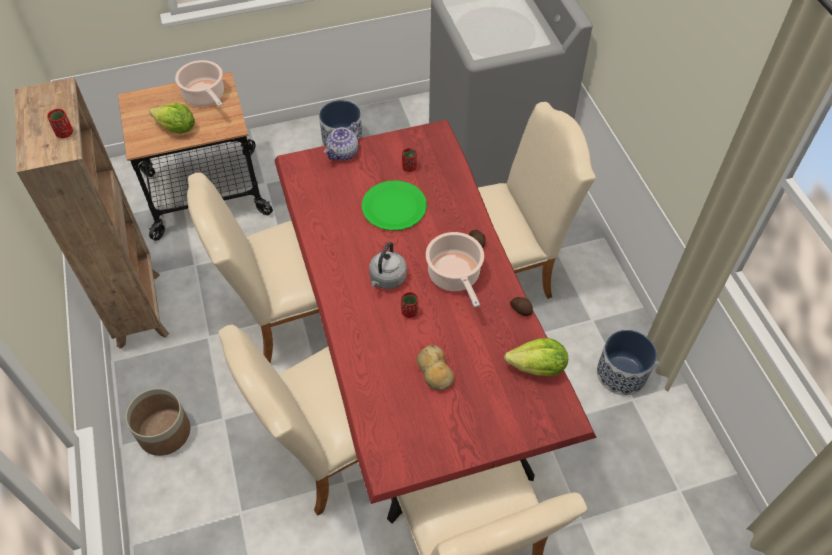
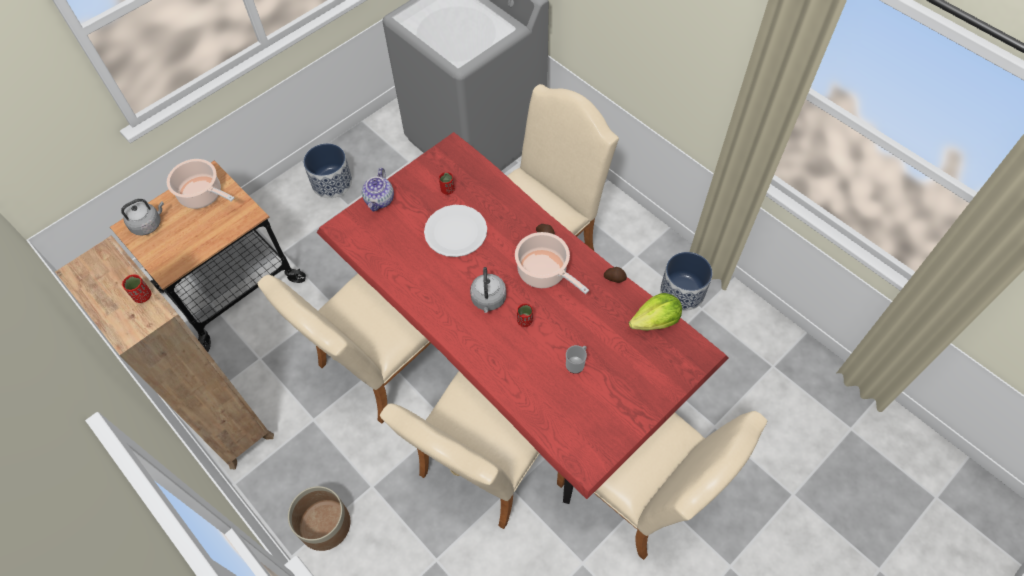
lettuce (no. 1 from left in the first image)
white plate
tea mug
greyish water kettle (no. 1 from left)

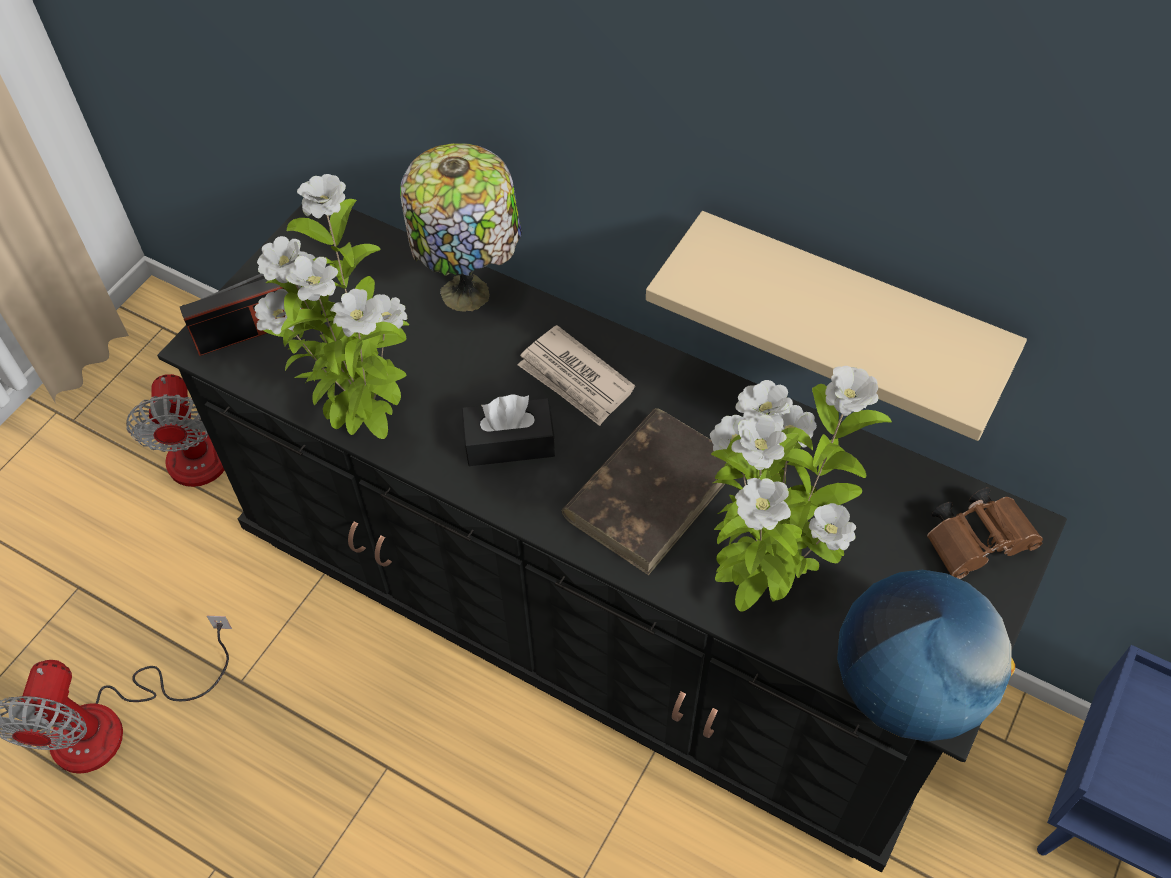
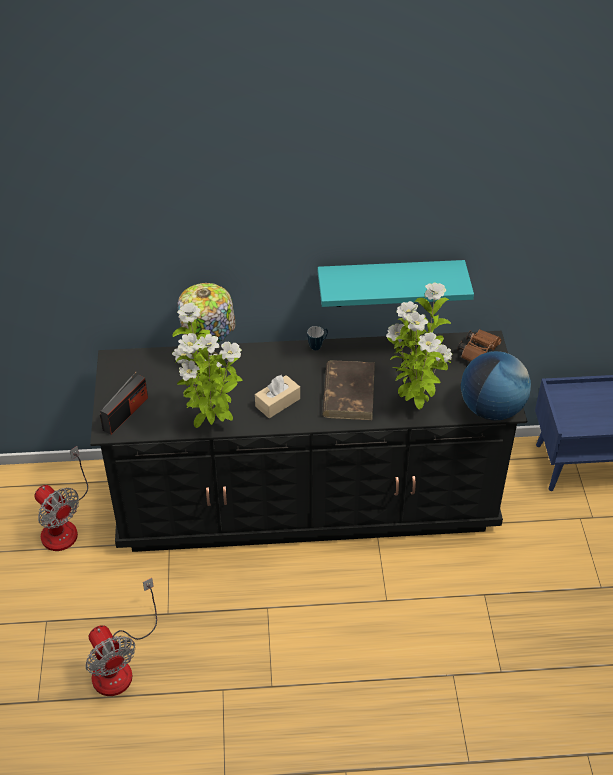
beige-coloured tissue box
printed paper
turquoise wall shelf
tea mug

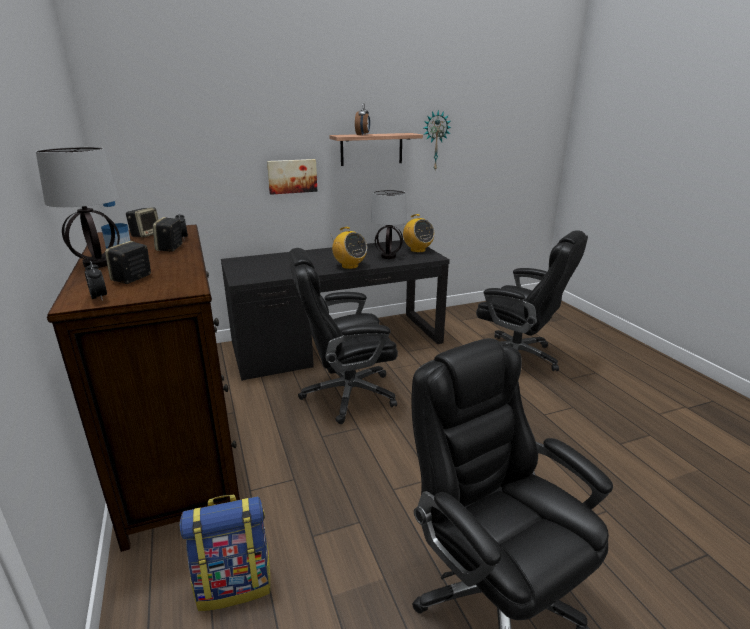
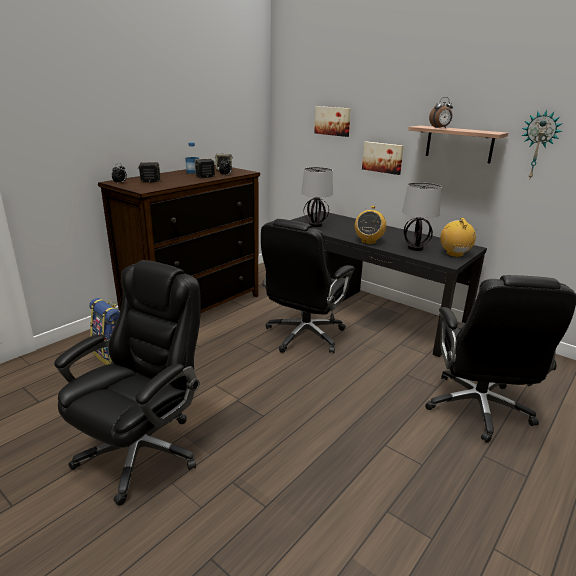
lamp for a table (no. 1 from left)
black desk chair (no. 2 from left)
radio set (no. 2 from left)
wall art (no. 1 from left)

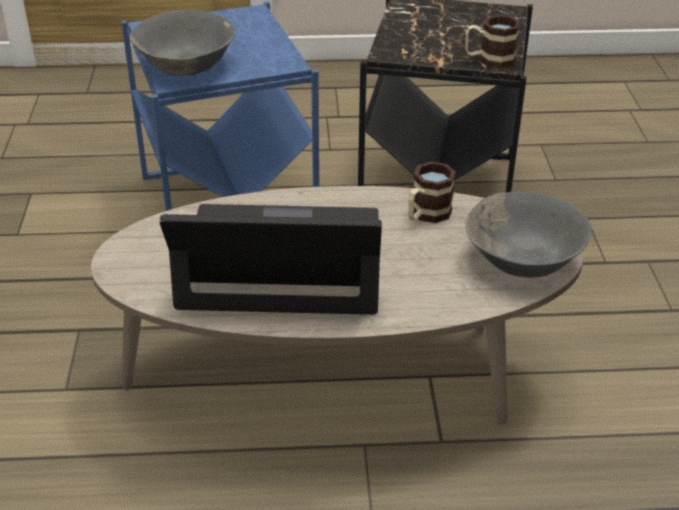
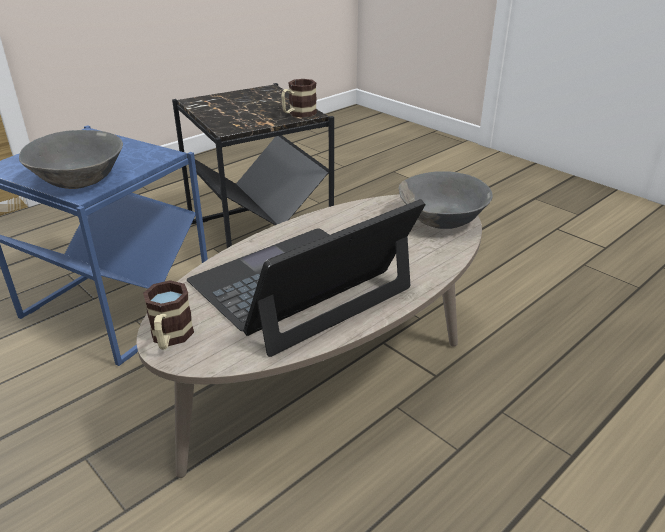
tea mug (no. 1 from left)

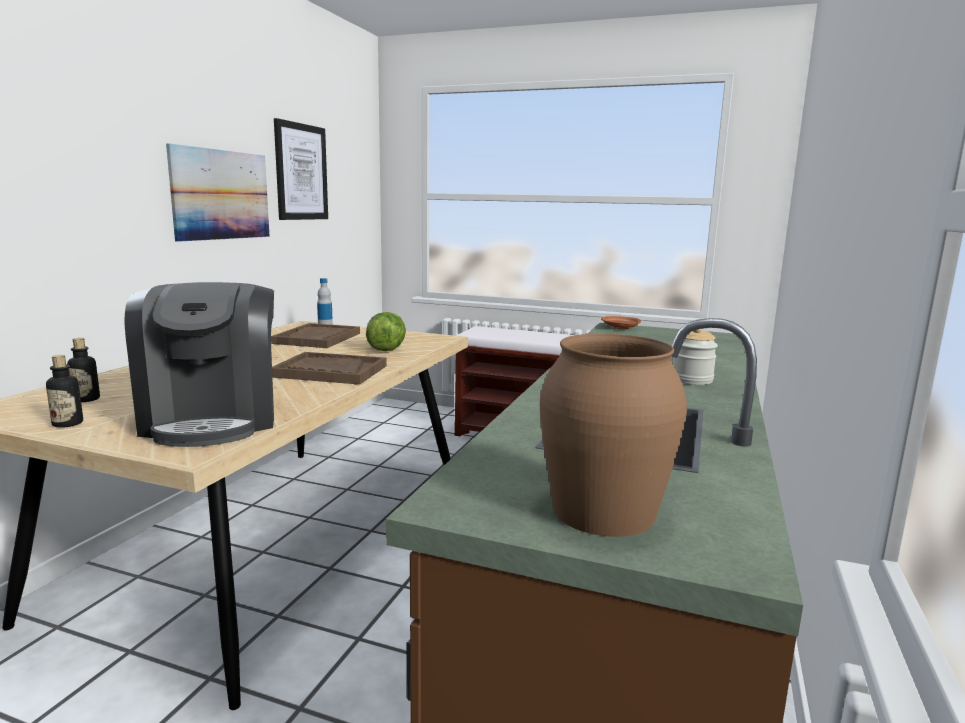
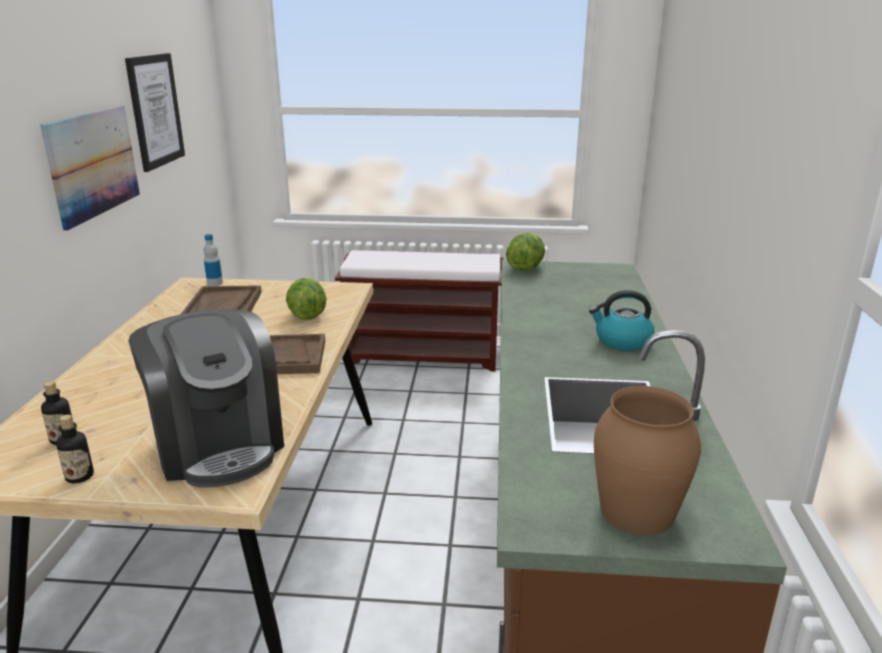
lettuce (no. 2 from left)
water kettle

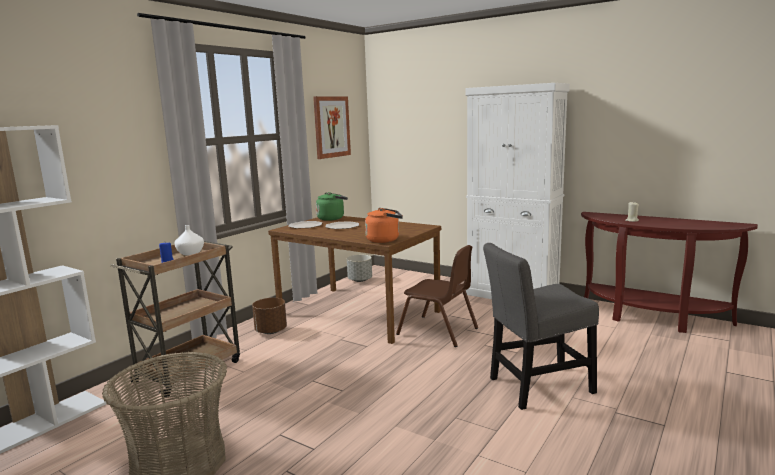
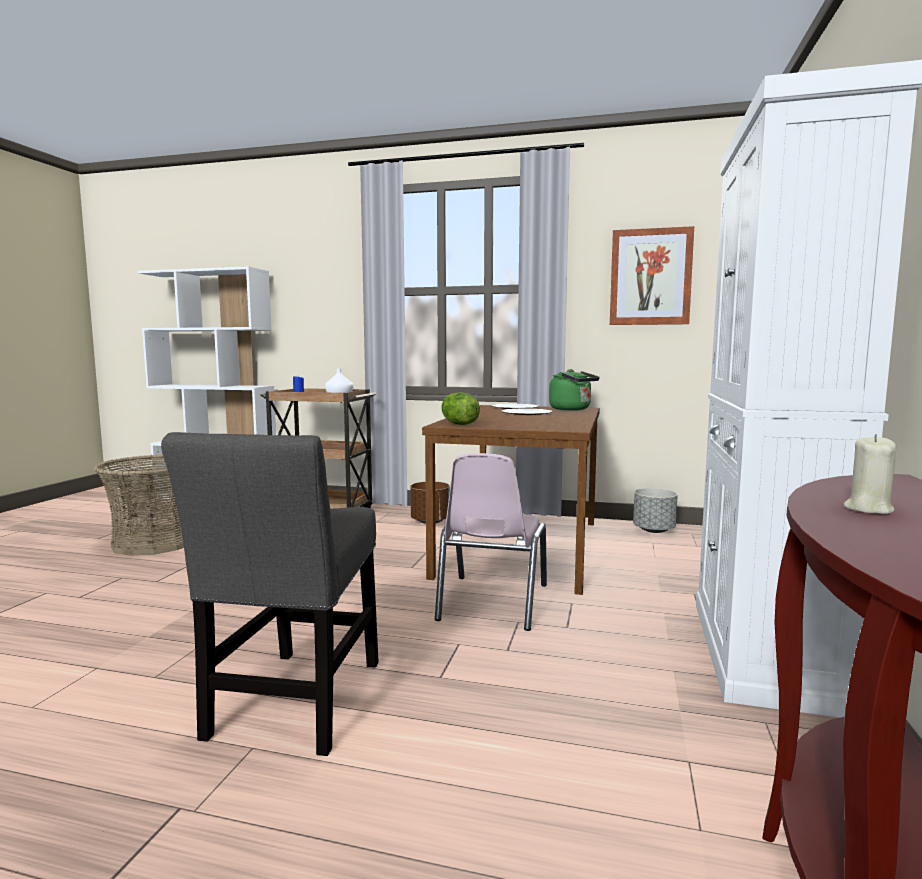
lettuce
pinkish plain chair
greyish plain chair

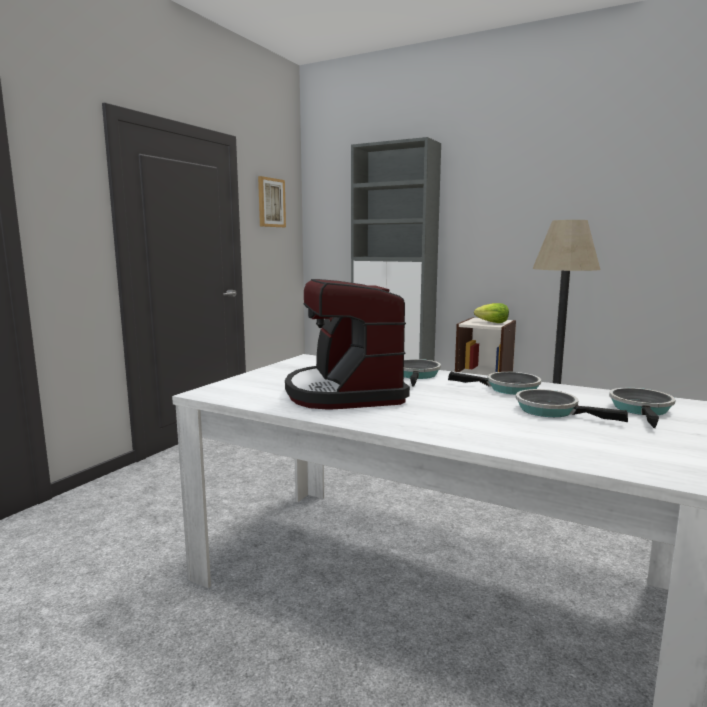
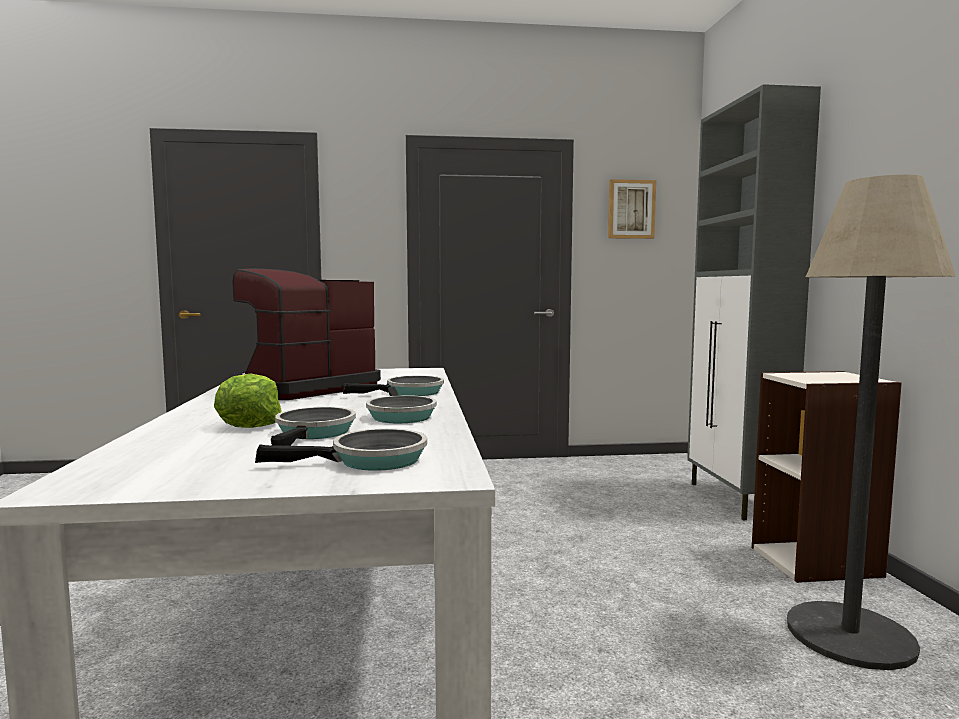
lettuce

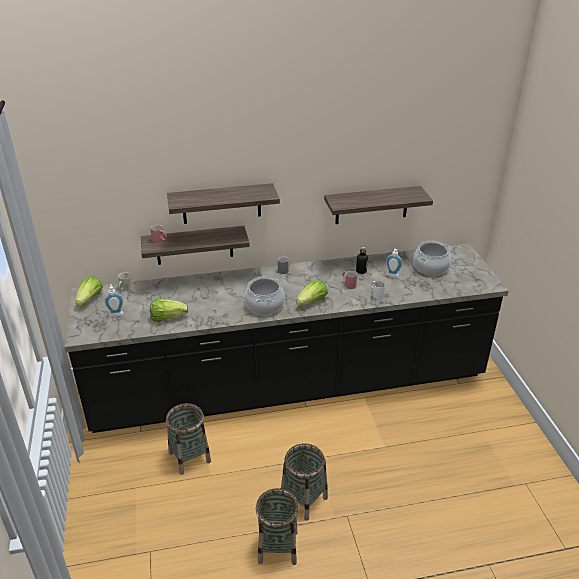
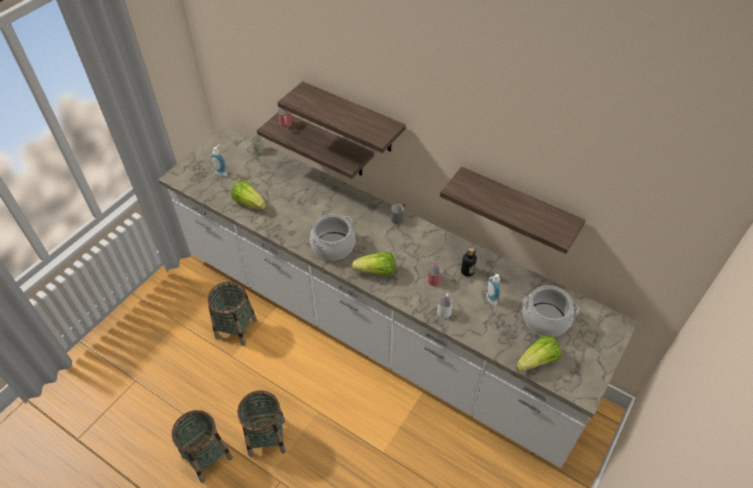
white counter
lettuce (no. 3 from left)

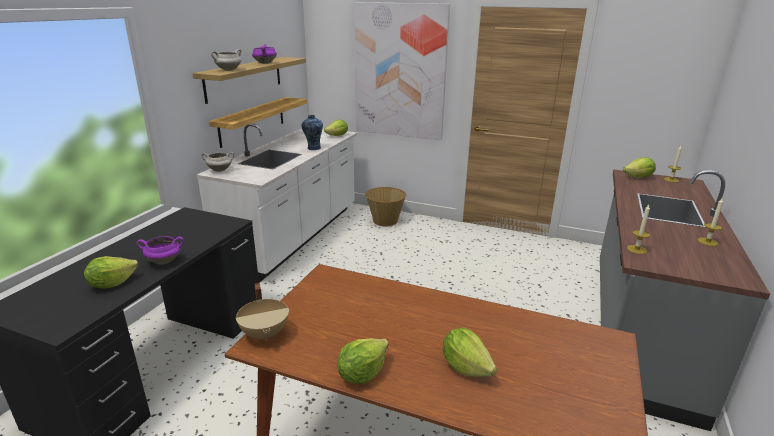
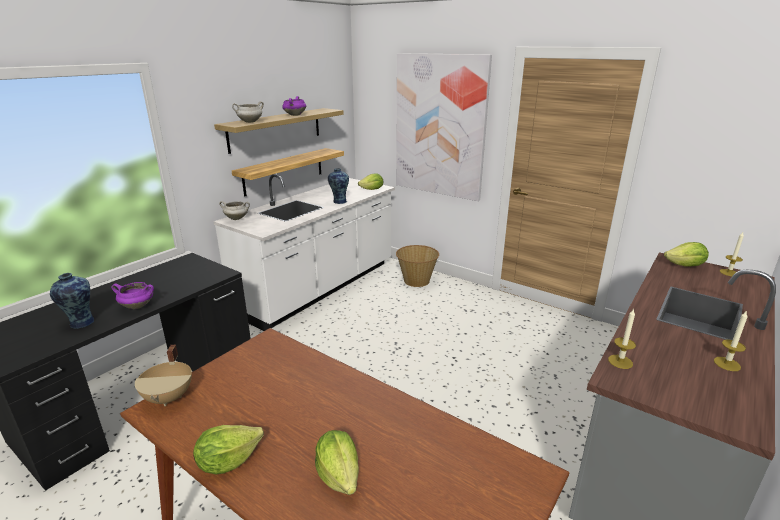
decorative vase (no. 1 from left)

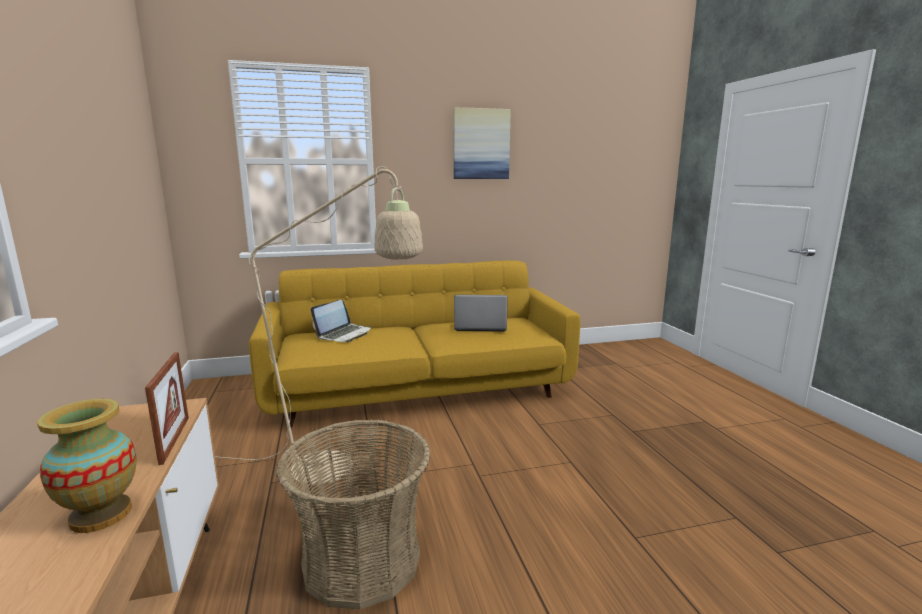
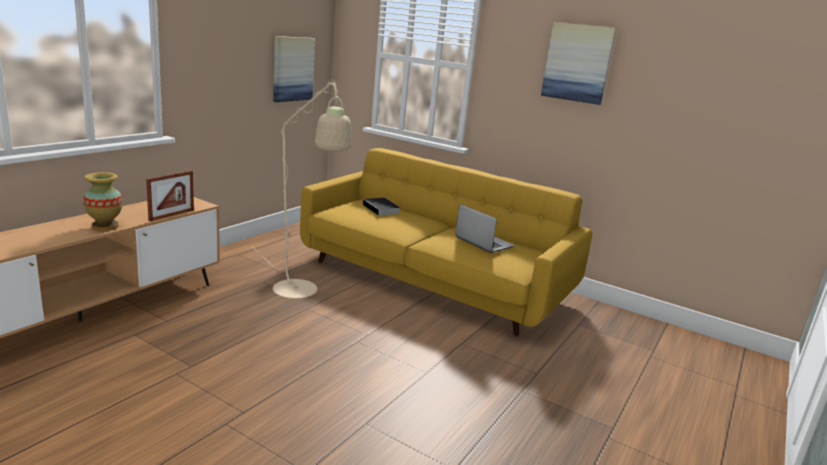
storage basket
book
wall art (no. 1 from left)

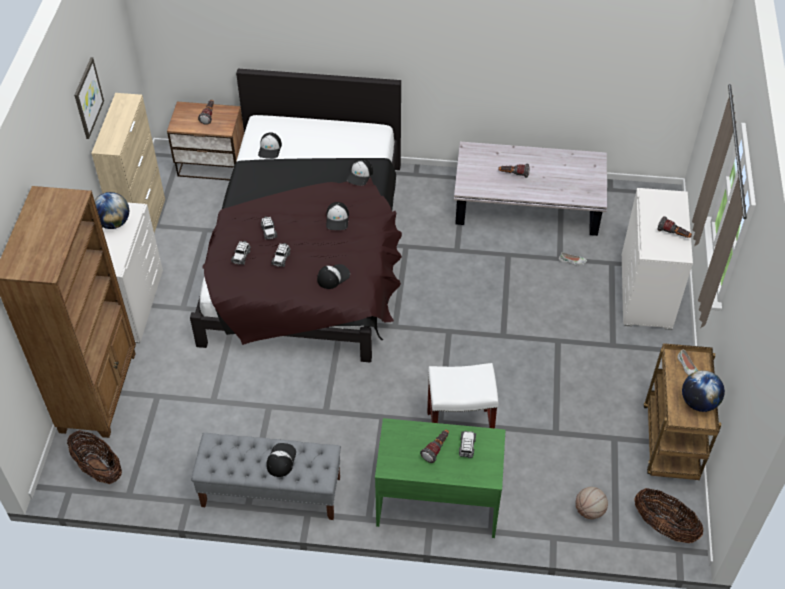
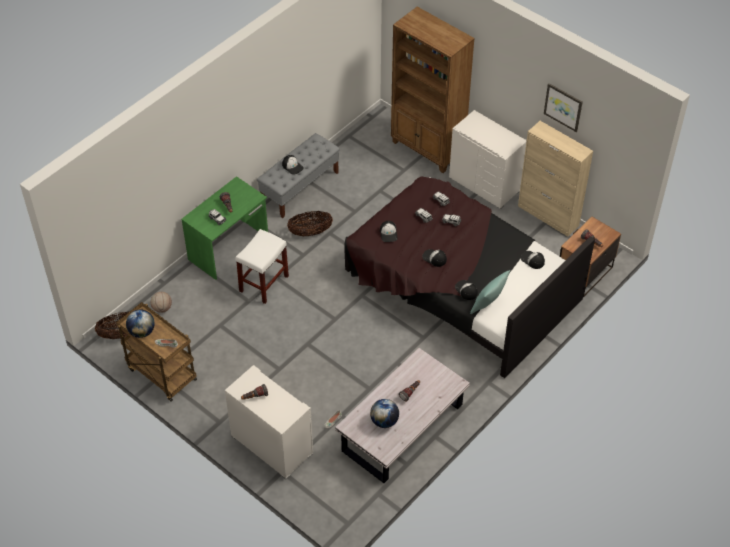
storage basket (no. 2 from left)
desk globe (no. 2 from left)
turquoise throw pillow

